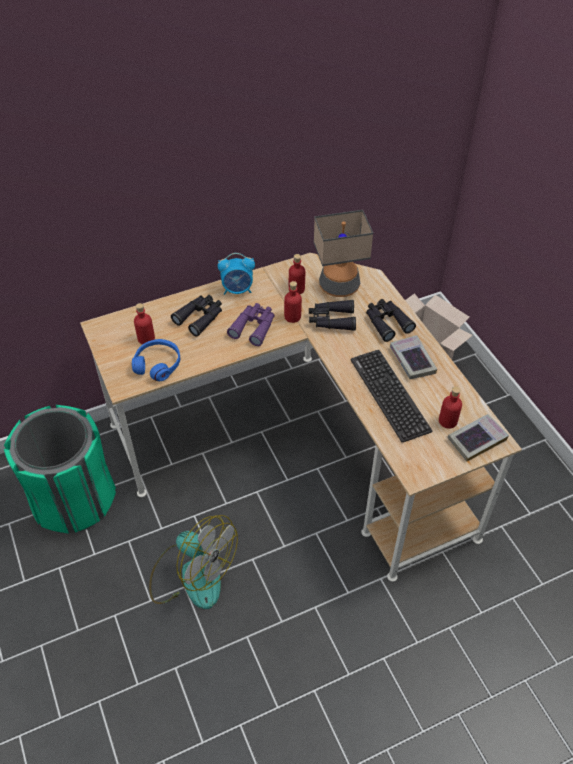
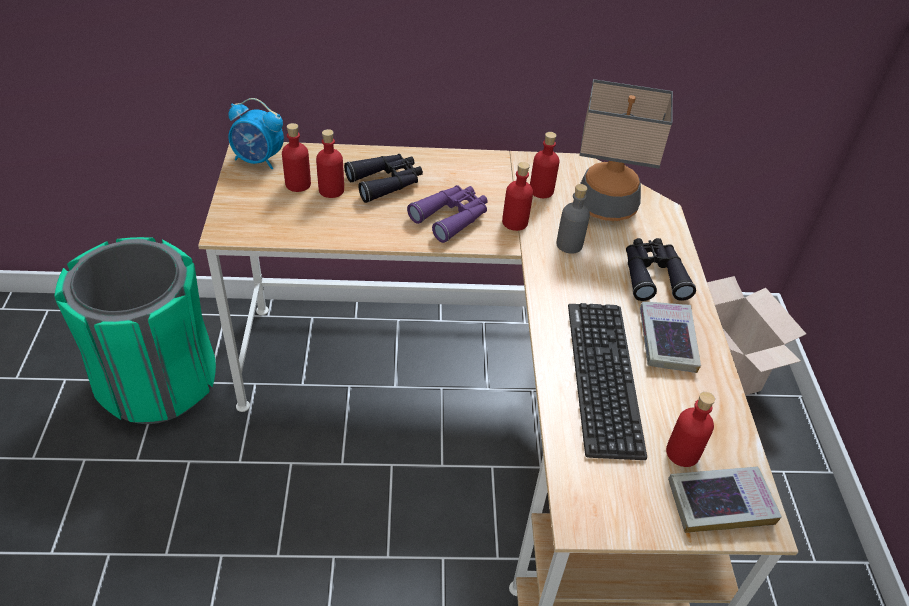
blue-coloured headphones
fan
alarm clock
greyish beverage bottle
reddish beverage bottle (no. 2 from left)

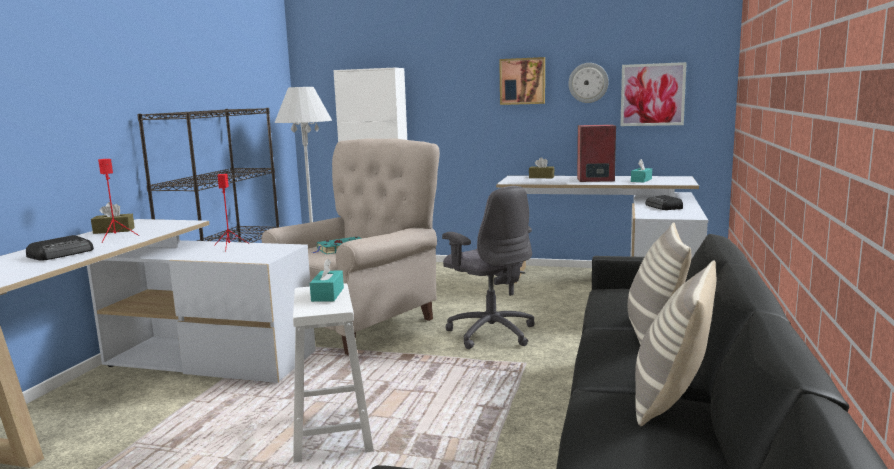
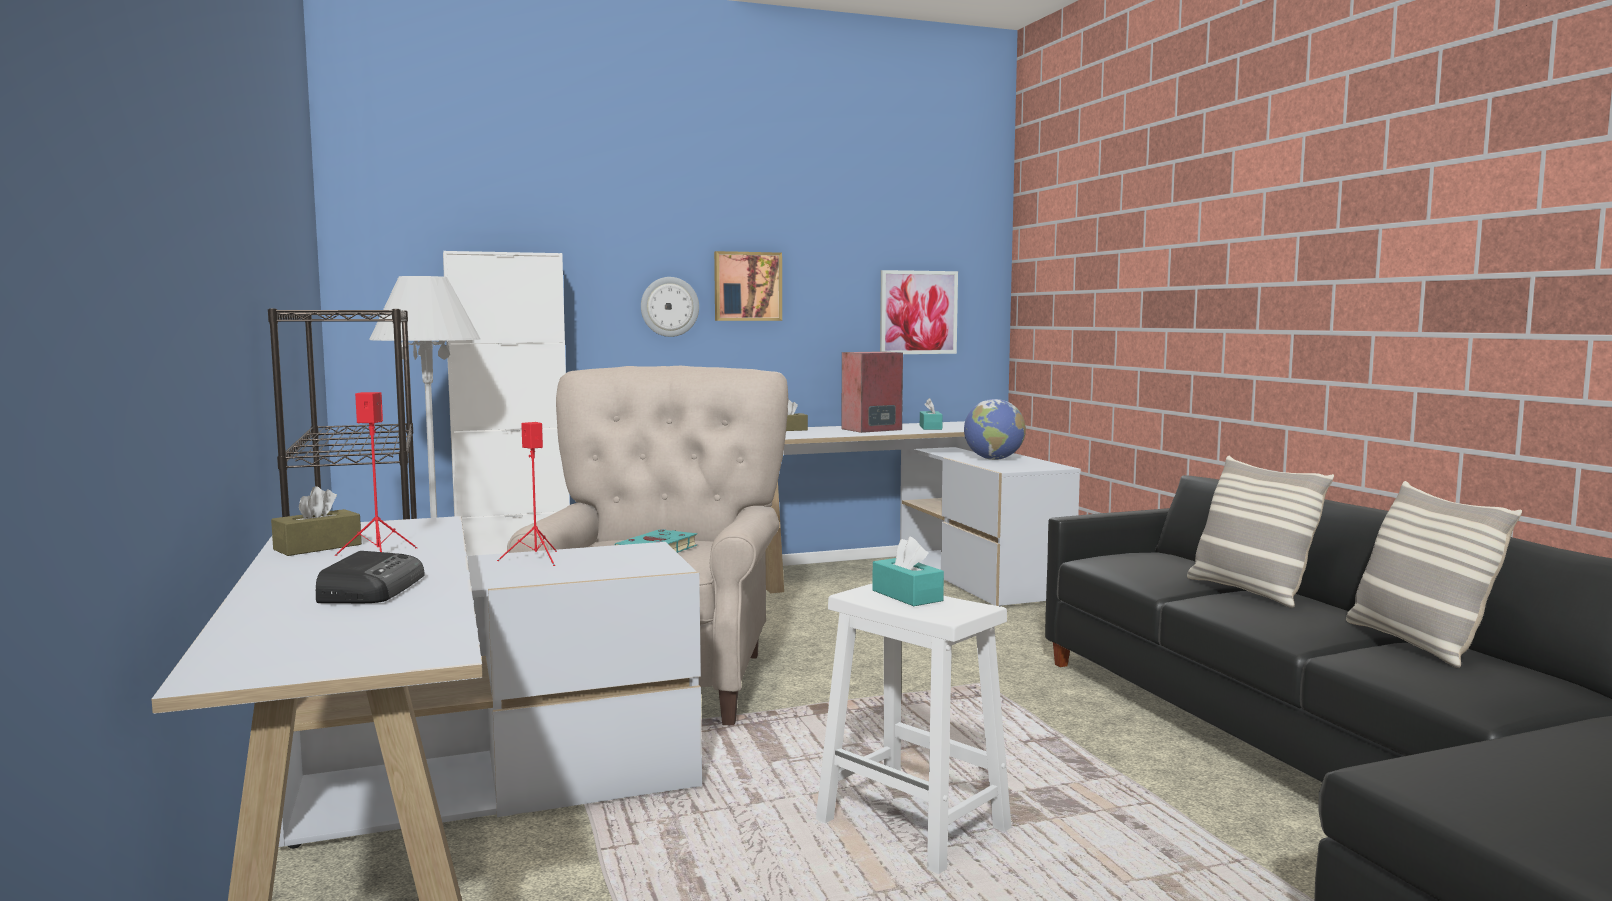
greyish desk chair
clock on the wall
desk globe

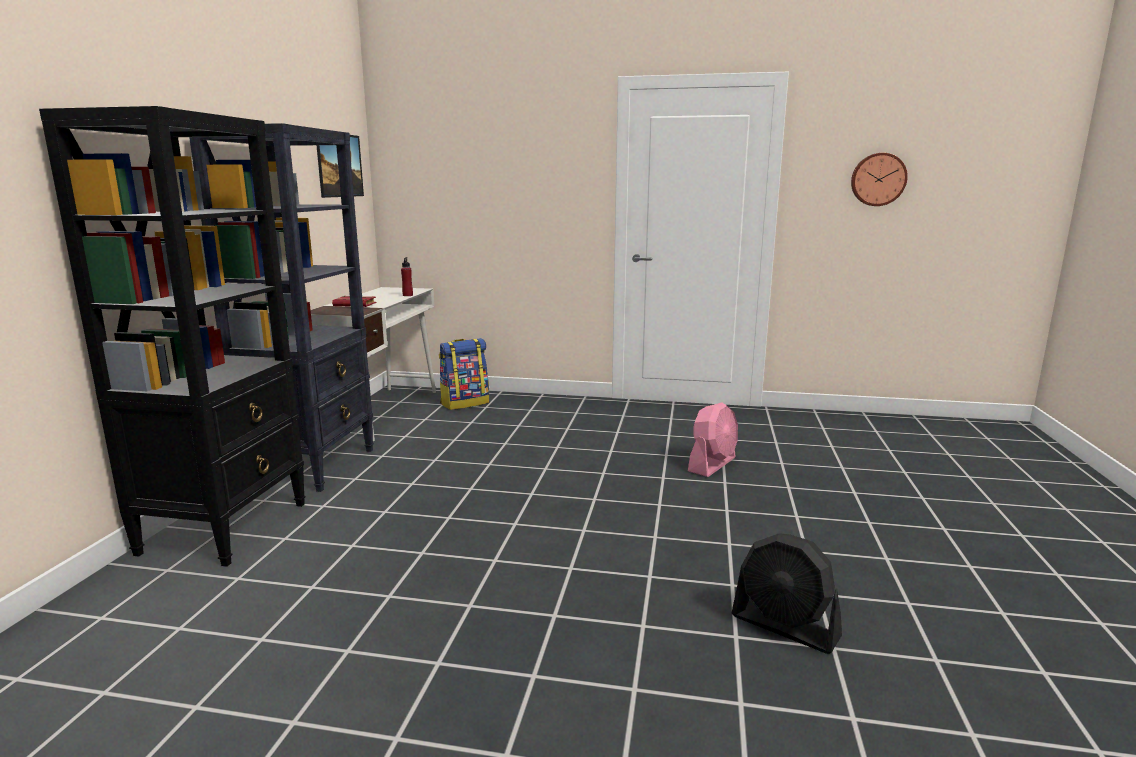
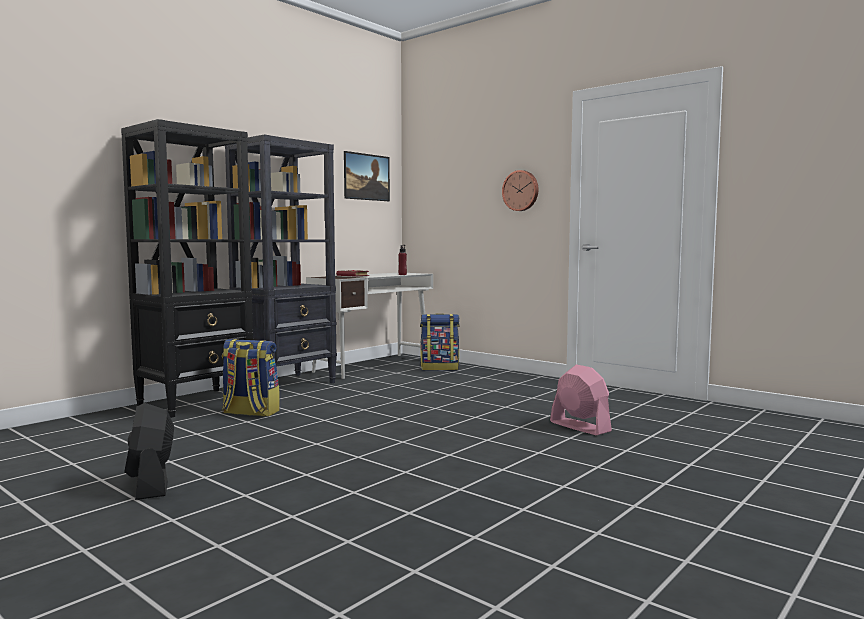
pinkish fan
black fan
clock on the wall
backpack (no. 1 from left)

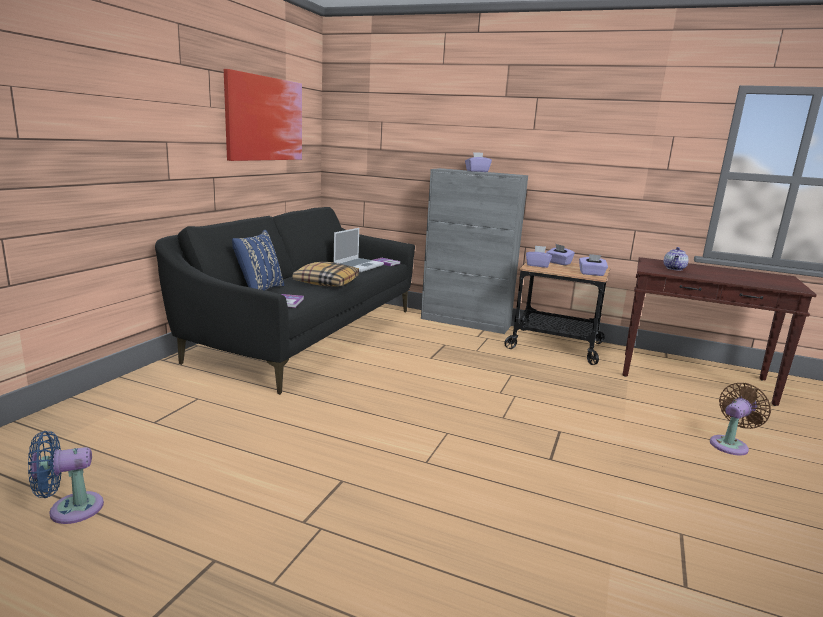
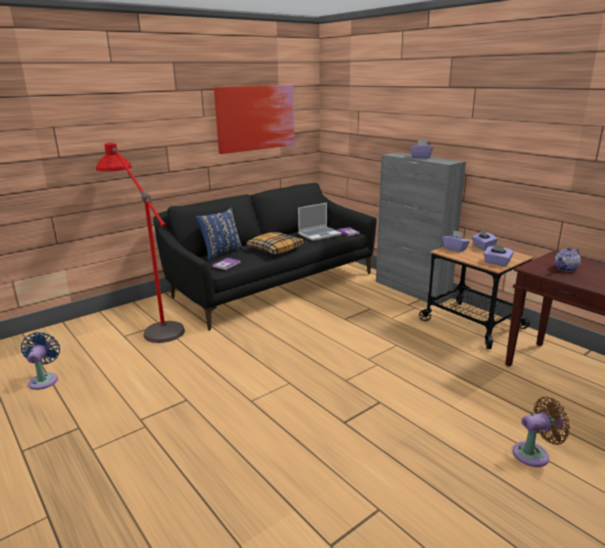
blue-coloured fan
reddish standing lamp

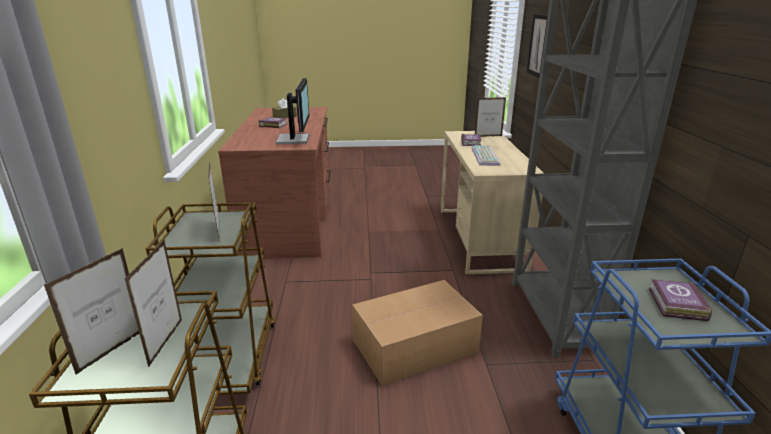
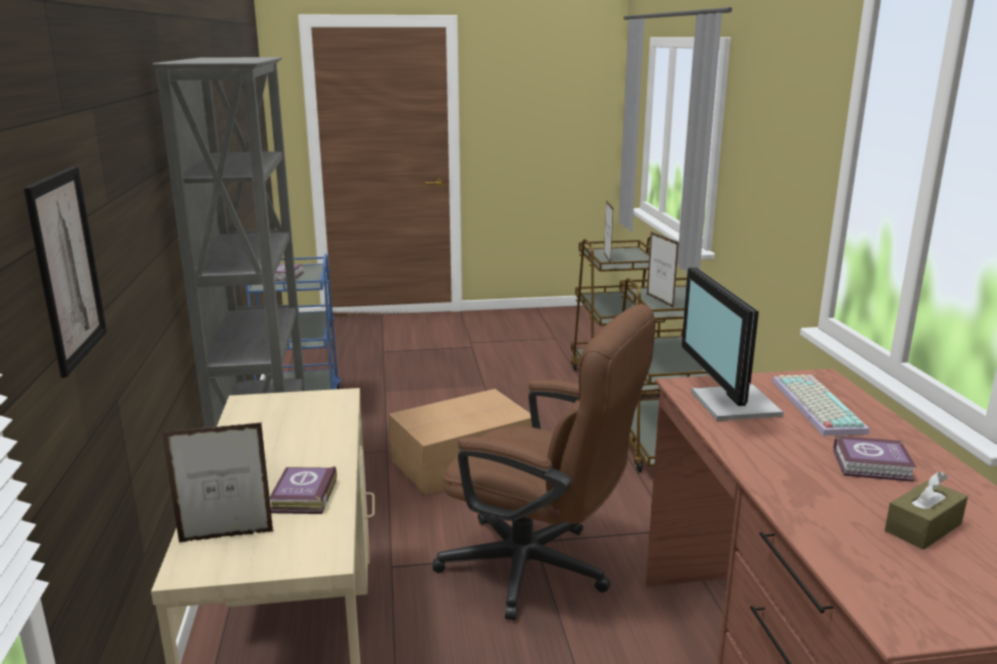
picture frame (no. 1 from left in the first image)
computer keyboard
brown desk chair

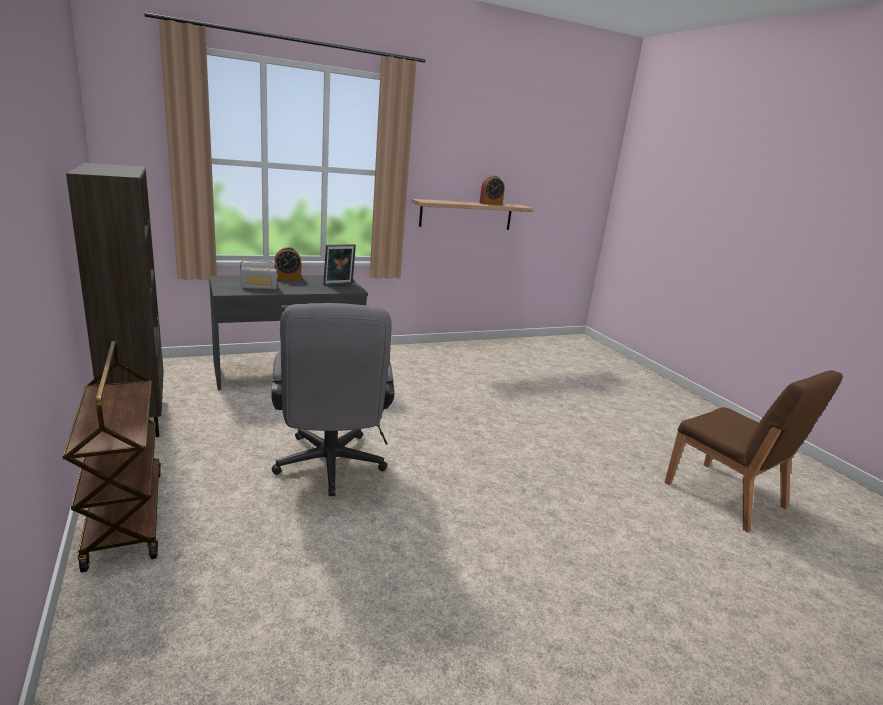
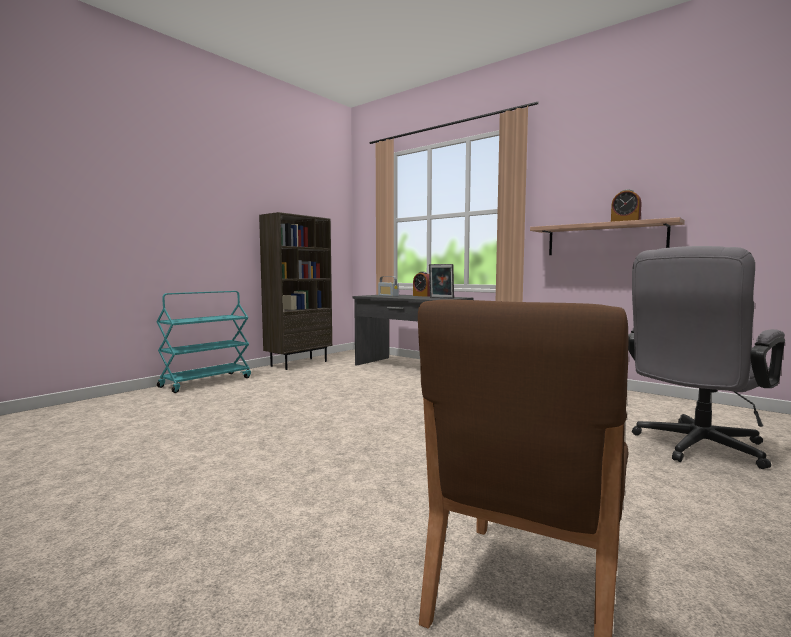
turquoise cart
greyish desk chair

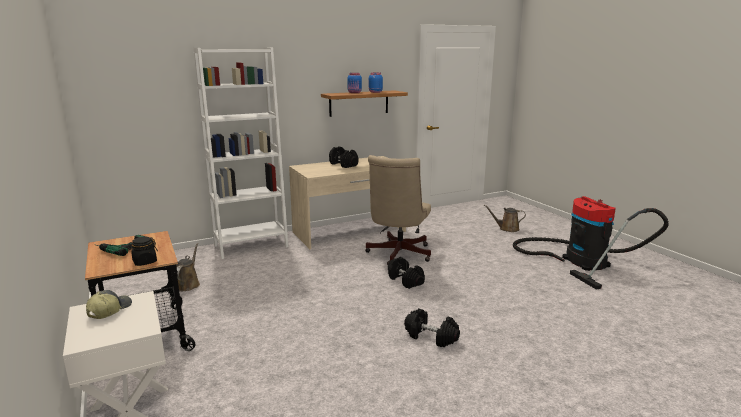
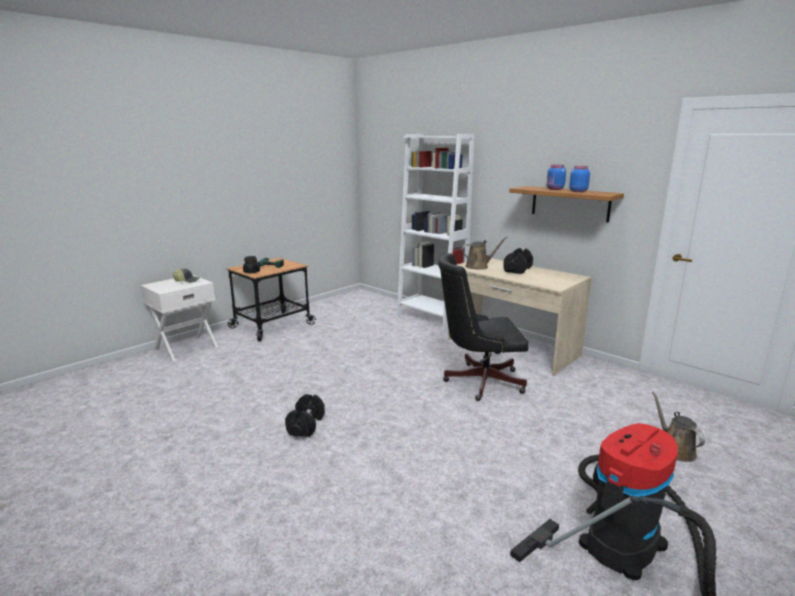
brown watering pot (no. 1 from left)
black desk chair
black hand weight (no. 2 from left in the first image)

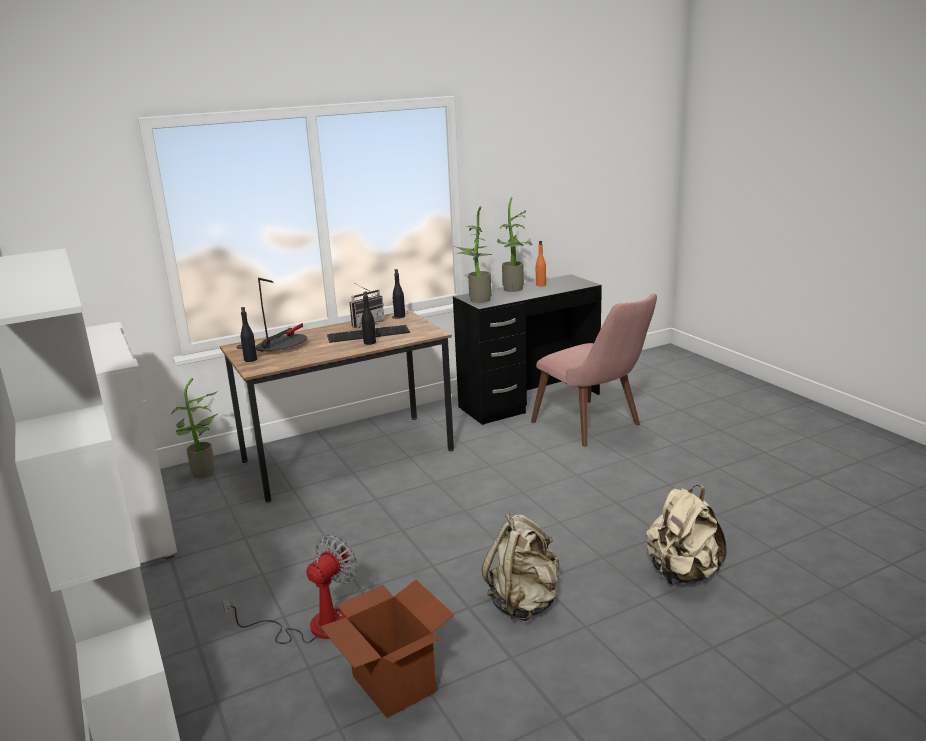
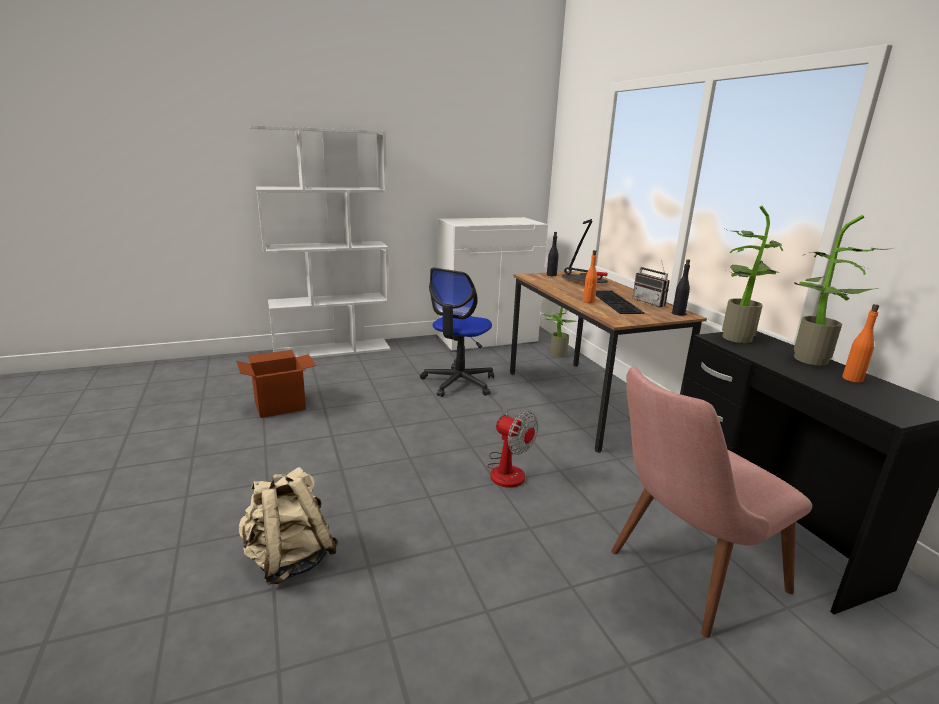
fan
orangey beverage bottle (no. 1 from left)
beige-coloured backpack (no. 1 from left in the first image)
desk chair

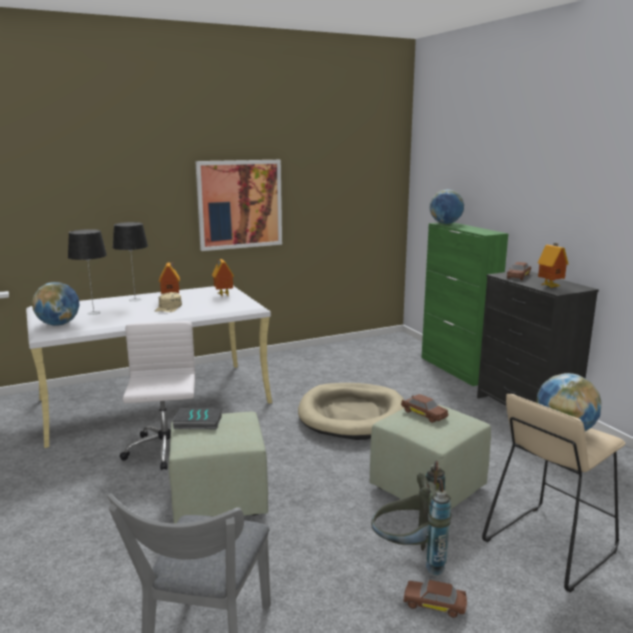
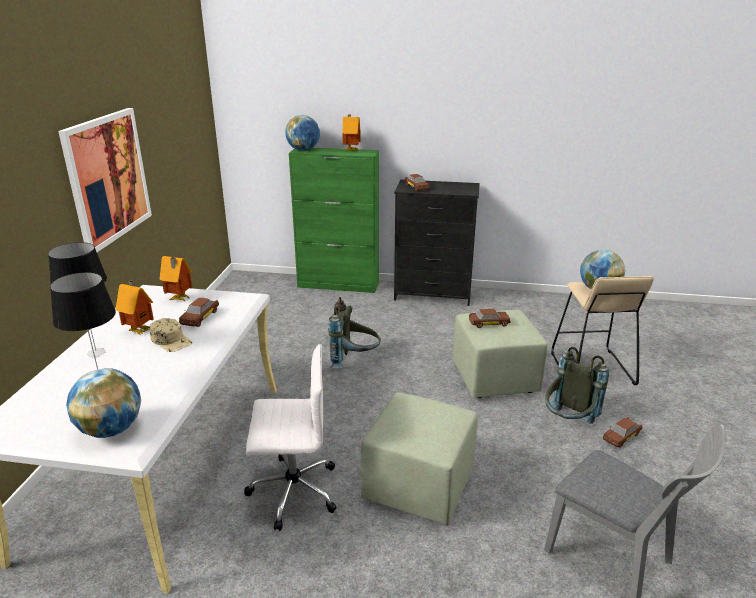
white desk chair
book
greyish backpack (no. 1 from left)
toy house (no. 3 from left)
brown toy car (no. 1 from left)

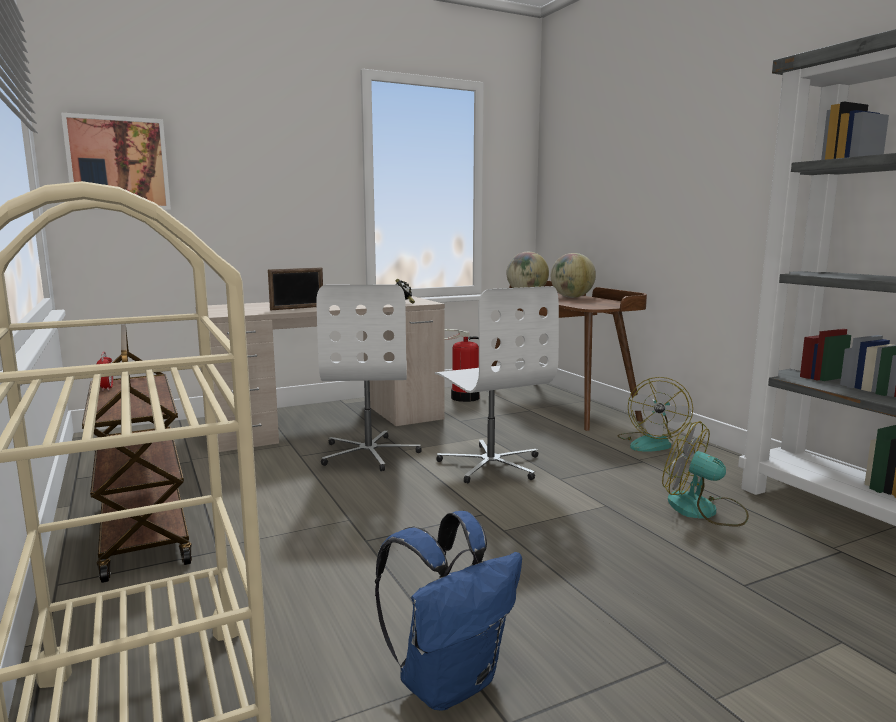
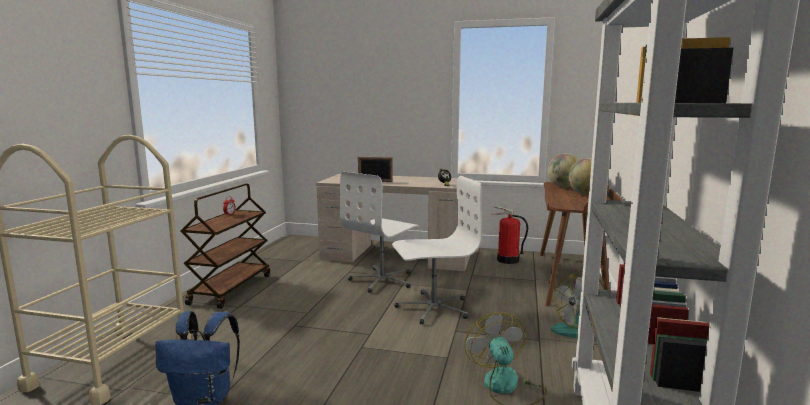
wall art
white desk chair (no. 2 from left)

